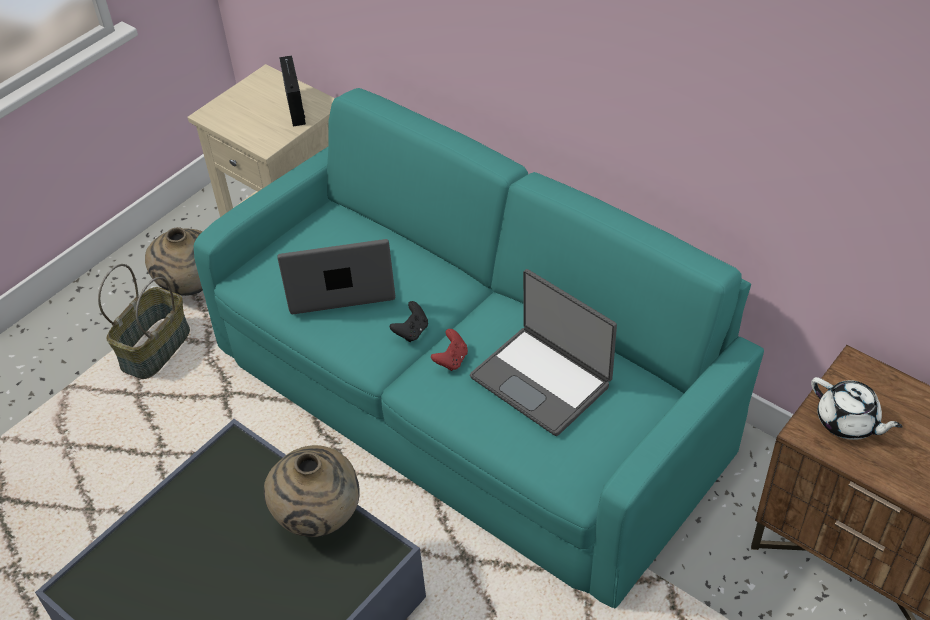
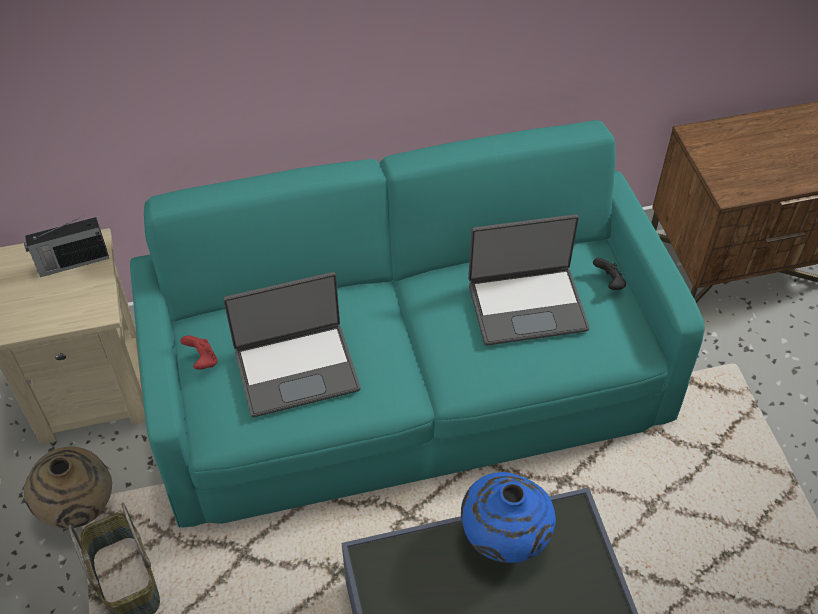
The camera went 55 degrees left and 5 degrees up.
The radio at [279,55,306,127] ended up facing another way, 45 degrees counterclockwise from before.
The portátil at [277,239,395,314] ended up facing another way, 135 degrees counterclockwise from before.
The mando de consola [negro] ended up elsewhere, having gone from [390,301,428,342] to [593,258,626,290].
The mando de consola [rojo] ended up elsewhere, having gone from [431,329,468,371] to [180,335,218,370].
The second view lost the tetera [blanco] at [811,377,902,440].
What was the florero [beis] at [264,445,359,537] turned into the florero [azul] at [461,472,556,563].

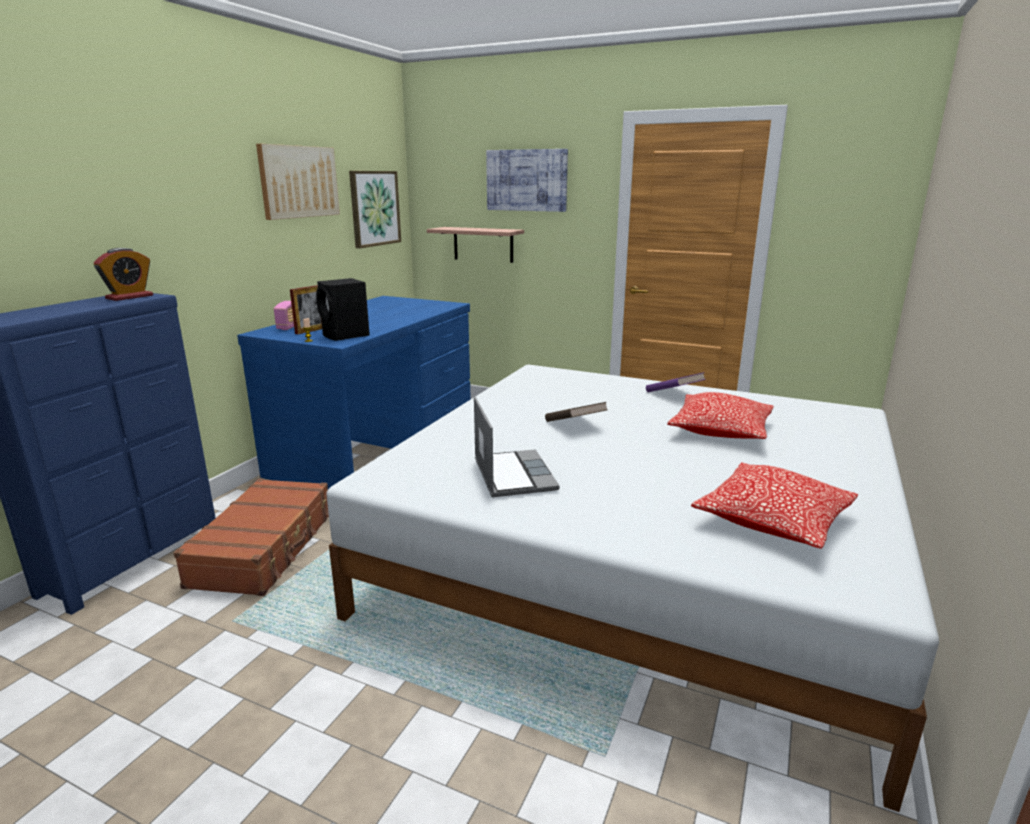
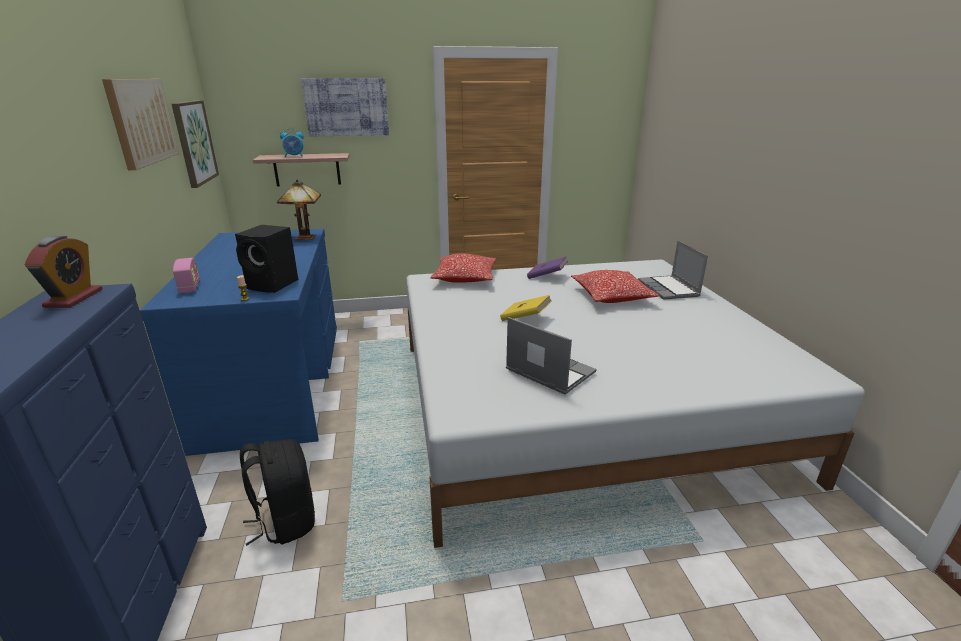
The camera went 35 degrees left and 5 degrees up.
The second view lost the portarretratos at [290,285,322,334].
What was the libro [marrón] at [545,402,607,422] turned into the libro [amarillo] at [500,295,552,321].
The cojín ended up elsewhere, having gone from [691,462,858,549] to [431,253,496,283].
Where the maleta [marrón] stood at [173,479,329,596], the mochila [negro] came to stand at [240,439,315,546].
The second view gained the despertador at [280,128,304,157].
The second view gained the lámpara de mesa at [277,180,321,240].
The second view gained the portátil at [638,240,708,300].

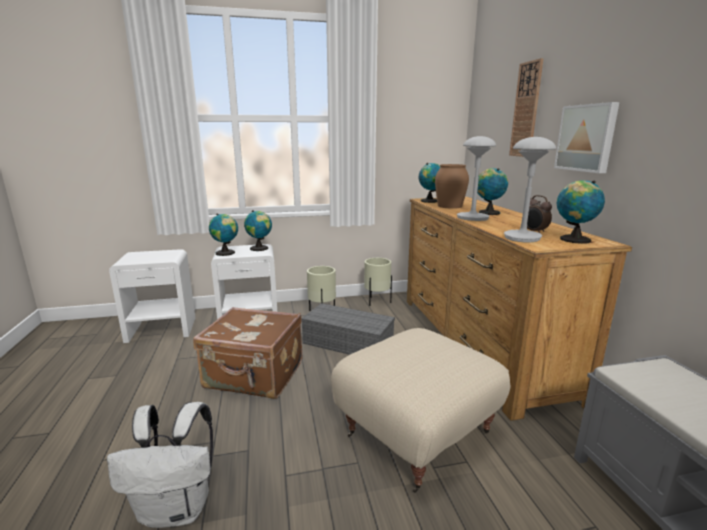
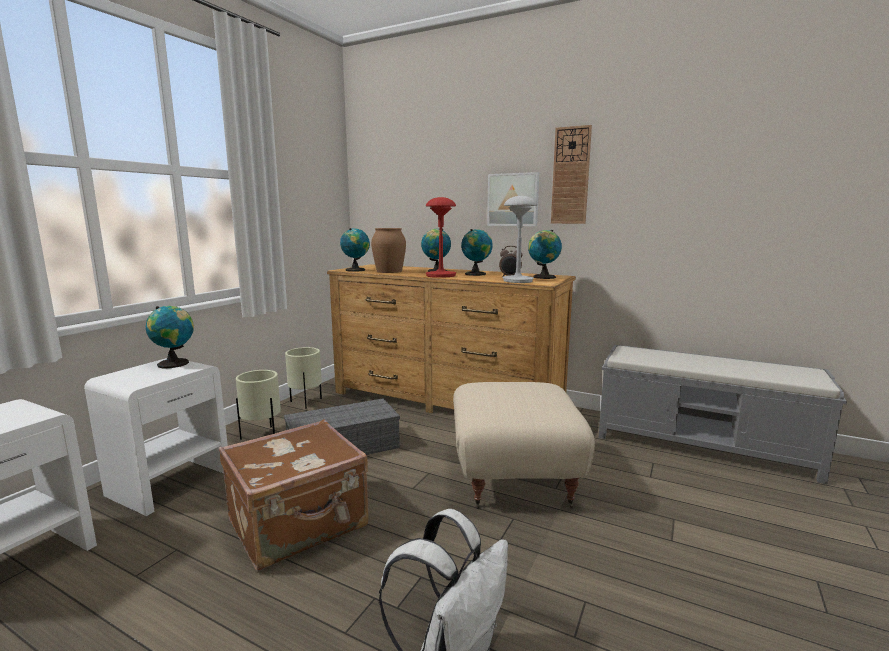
The camera went 50 degrees left and 5 degrees down.
The reloj de pared ended up elsewhere, having gone from [509,58,544,157] to [551,125,592,224].
What was the lámpara de mesa [gris] at [457,136,496,221] turned into the lámpara de mesa [rojo] at [426,197,456,278].
The globo terráqueo ended up elsewhere, having gone from [209,214,238,256] to [461,229,493,276].

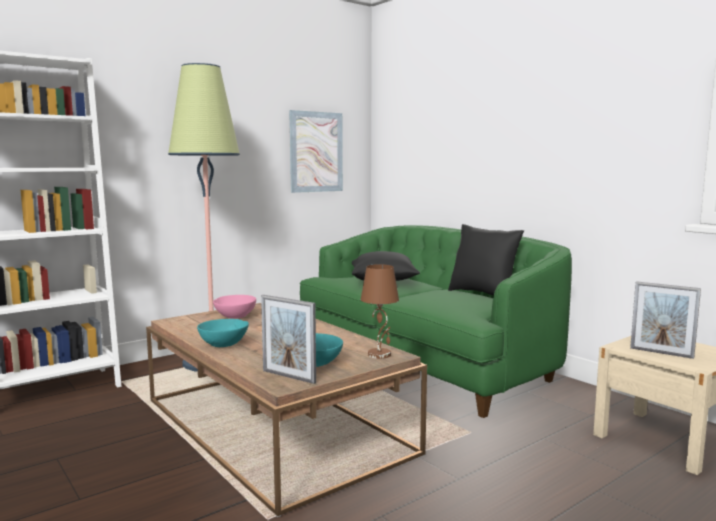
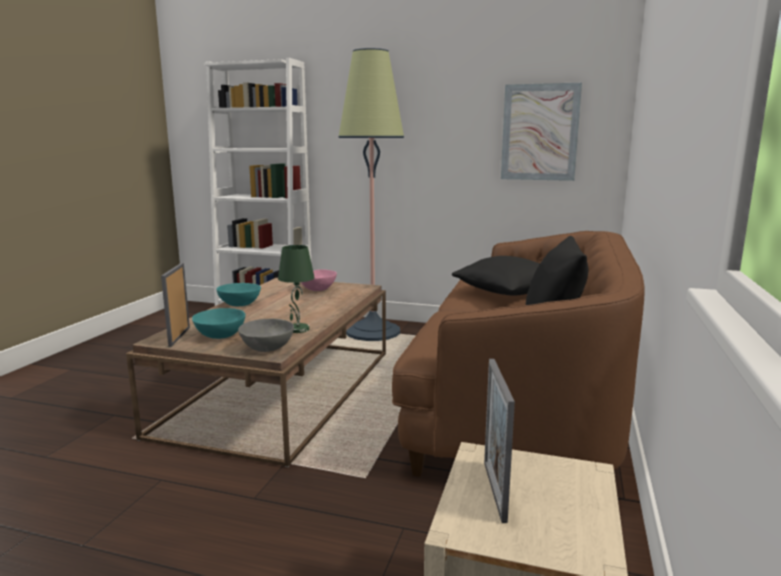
The camera went 55 degrees right and 5 degrees up.
What was the sofá [verde] at [300,225,572,418] turned into the sofá [marrón] at [392,231,644,477].
Where the lámpara de mesa [marrón] stood at [361,264,399,359], the cuenco [gris] came to stand at [238,319,294,352].
The second view gained the lámpara de mesa [verde] at [278,245,315,333].

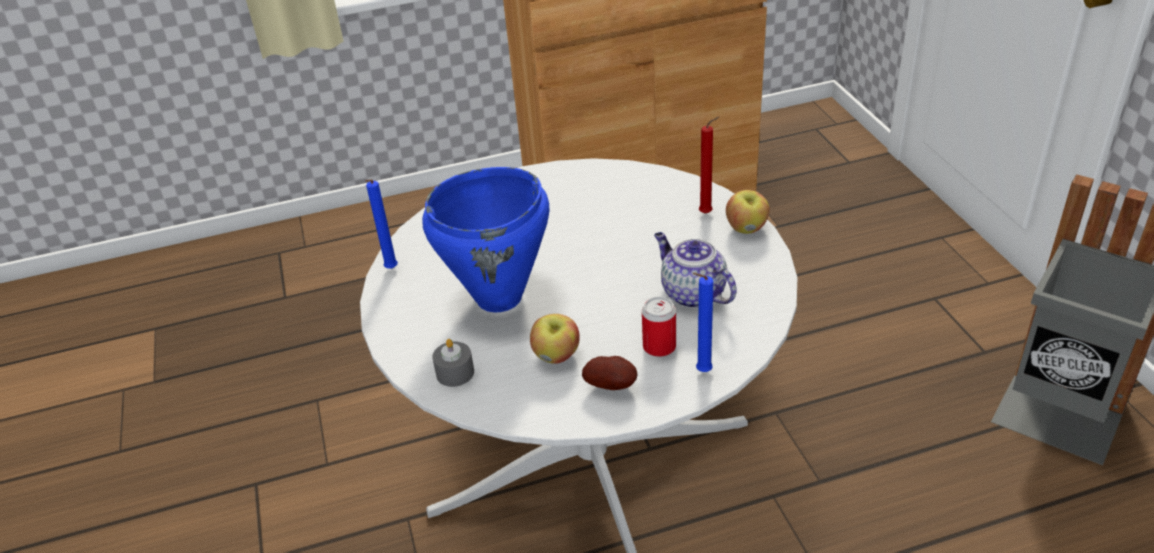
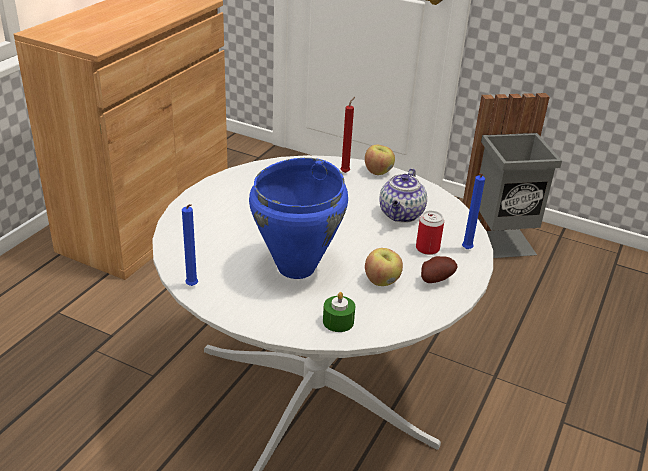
The camera went 50 degrees left and 5 degrees down.
The tetera at [654,232,737,308] ended up facing another way, 75 degrees counterclockwise from before.
What was the vela [gris] at [432,339,474,387] turned into the vela [verde] at [323,292,355,332].

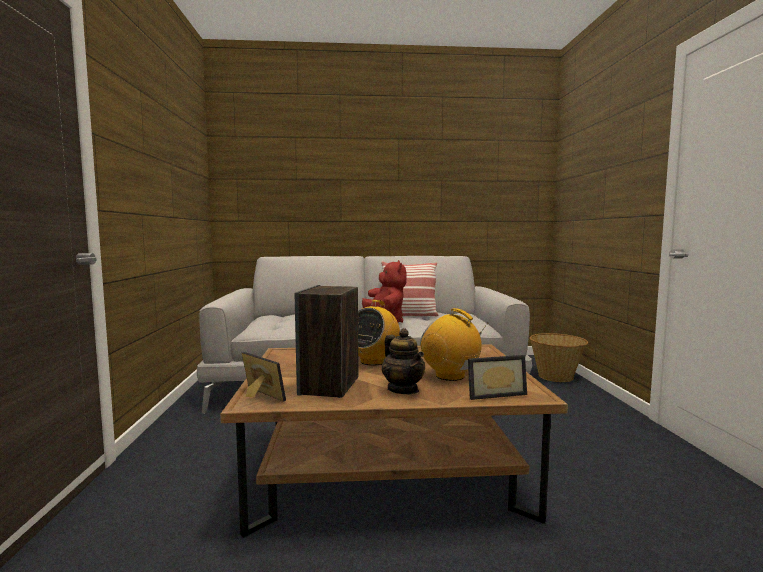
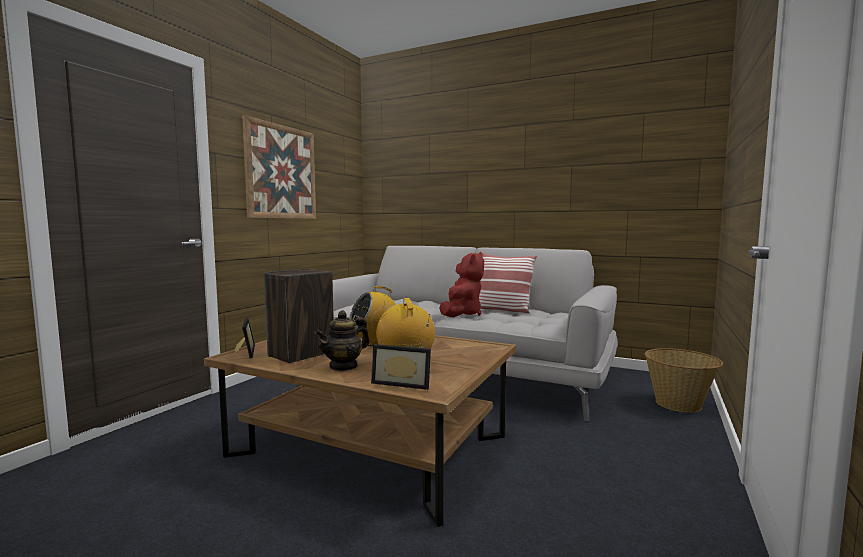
The camera went 30 degrees right and 0 degrees up.
The tetera at [382,328,425,394] ended up facing another way, 45 degrees clockwise from before.
The second view gained the cuadro at [242,115,316,219].

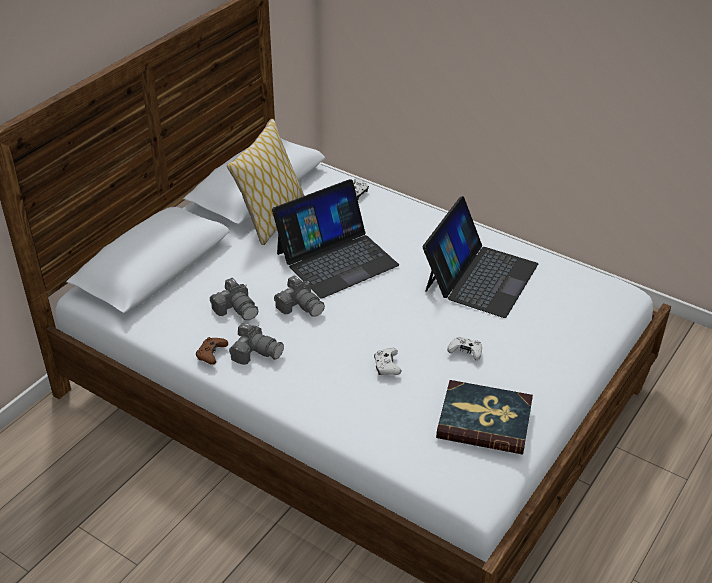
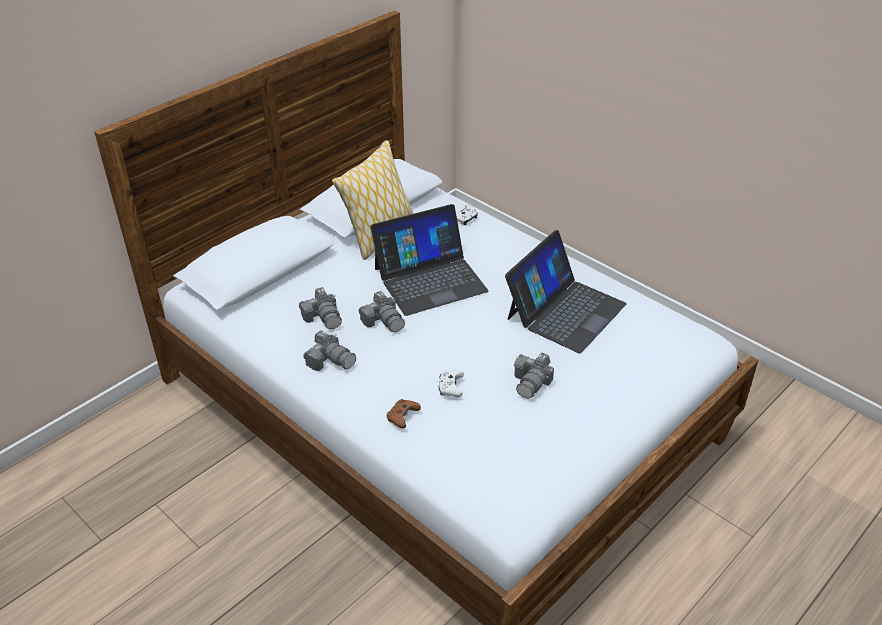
The camera went 10 degrees right and 0 degrees up.
The mando de consola [marrón] ended up elsewhere, having gone from [196,337,228,365] to [387,399,421,429].
Where the mando de consola [blanco] stood at [447,337,482,360], the cámara came to stand at [514,352,554,399].
The second view lost the libro at [436,380,533,455].

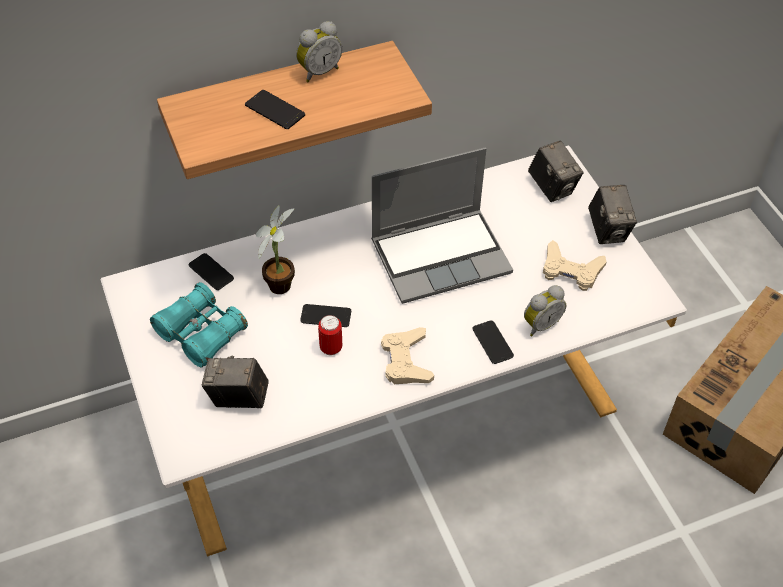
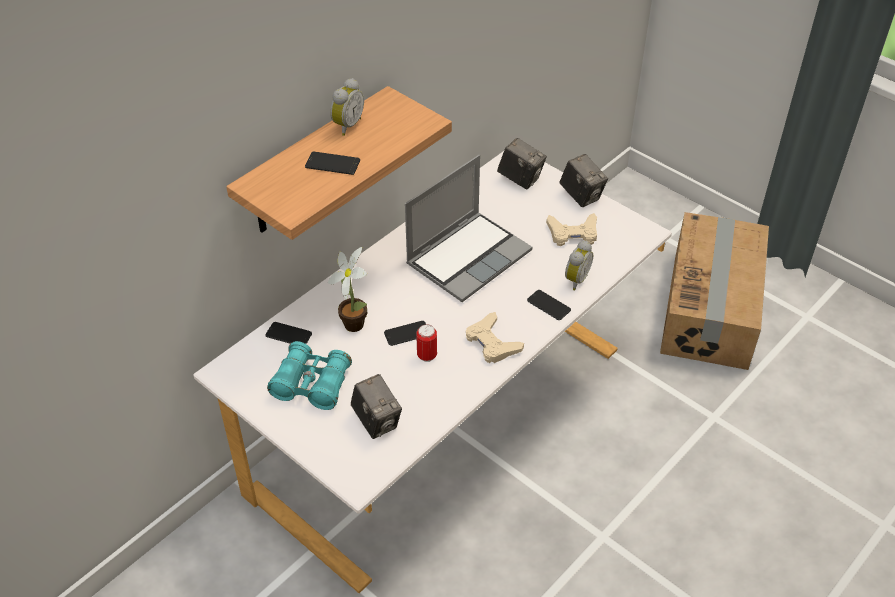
The camera went 25 degrees left and 5 degrees down.
The cámara at [202,356,269,408] ended up facing another way, 105 degrees counterclockwise from before.

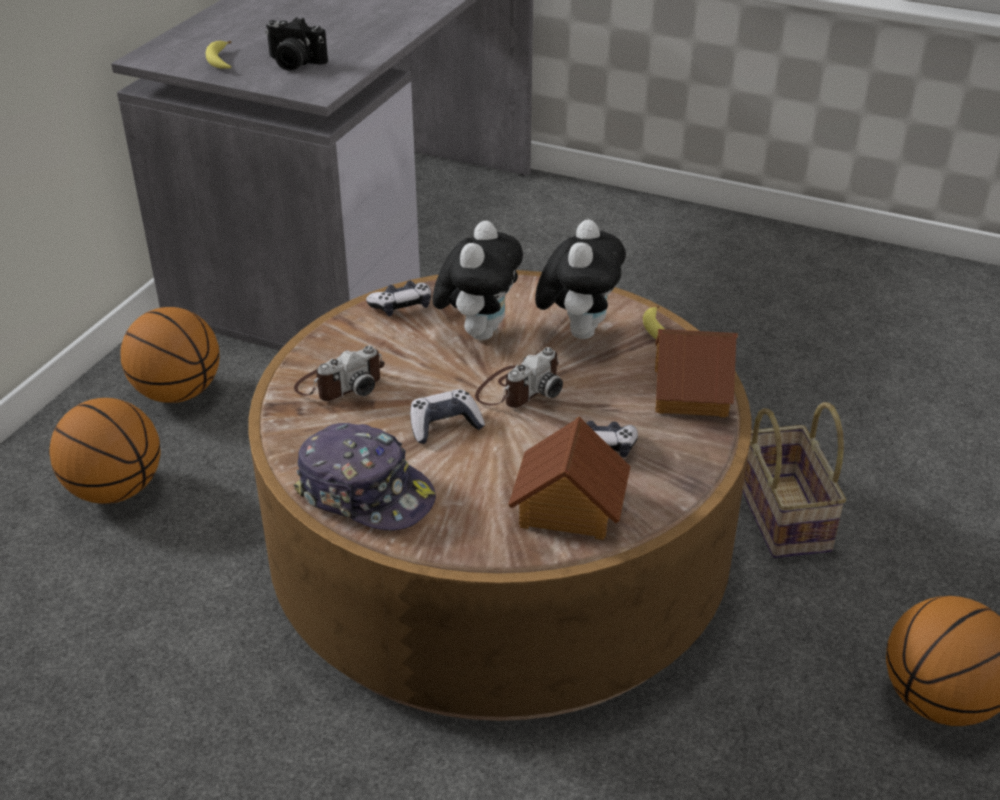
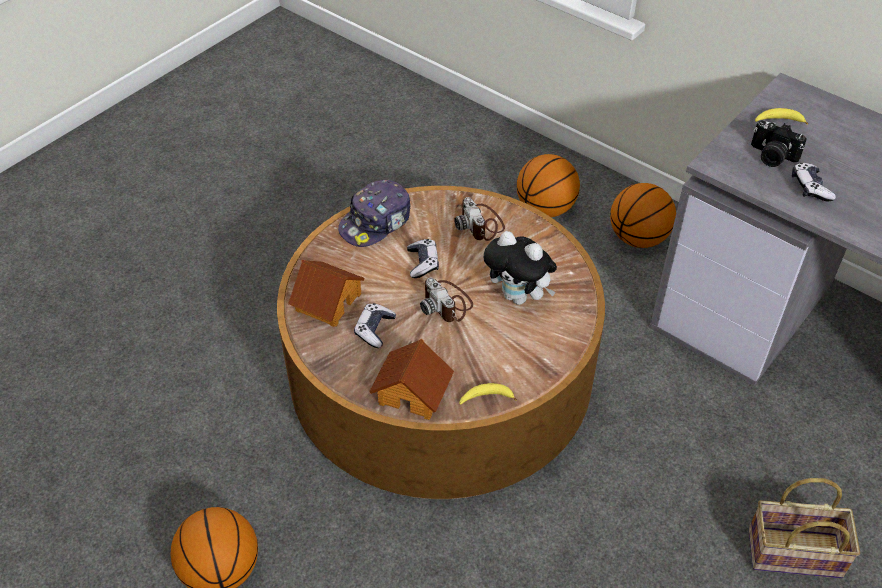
The camera went 105 degrees right and 10 degrees up.
The cámara at [265,17,328,71] ended up facing another way, 90 degrees counterclockwise from before.
The second view lost the peluche at [535,220,626,339].
The mando de consola ended up elsewhere, having gone from [366,281,431,316] to [792,163,836,202].
The cesta ended up elsewhere, having gone from [742,402,846,558] to [749,478,860,578].

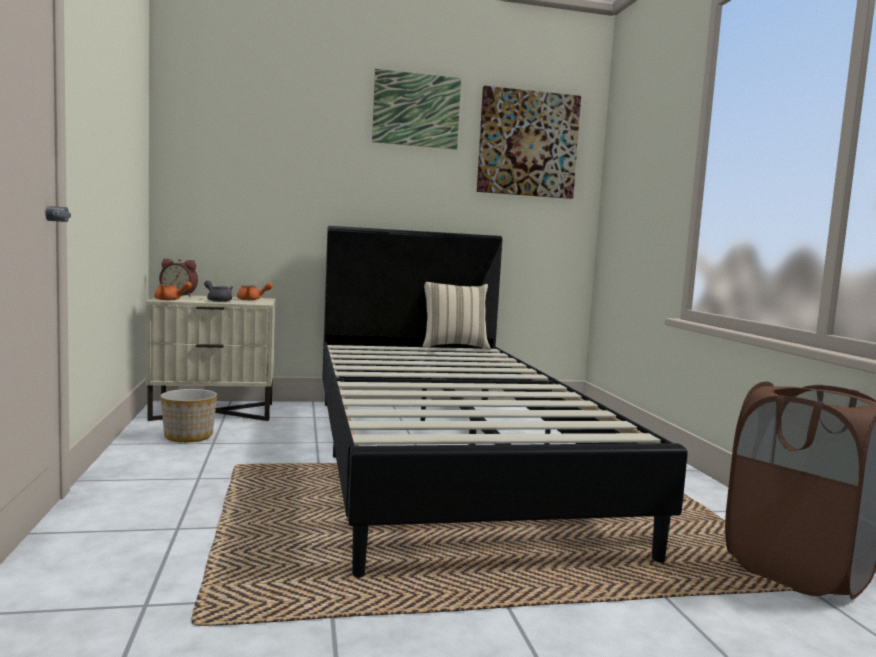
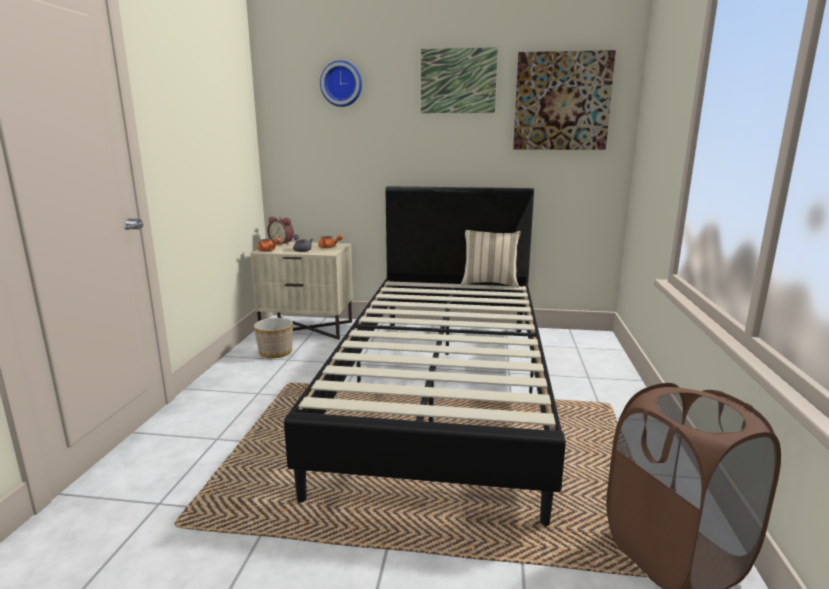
The camera went 20 degrees right and 10 degrees up.
The second view gained the reloj de pared at [320,60,362,107].

